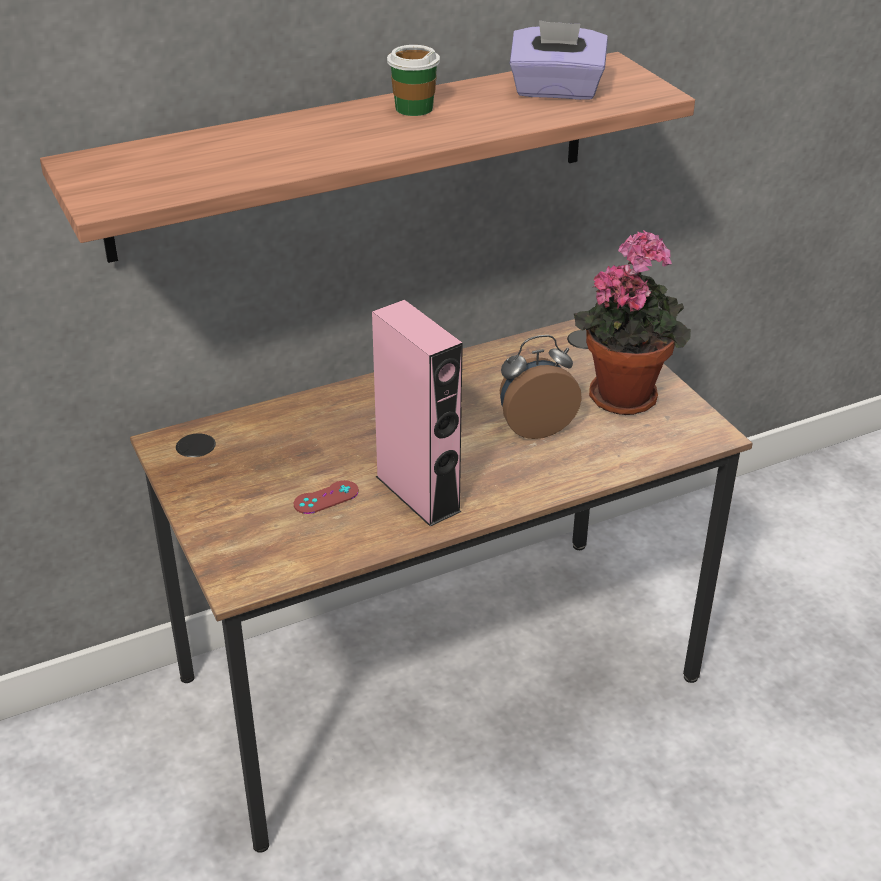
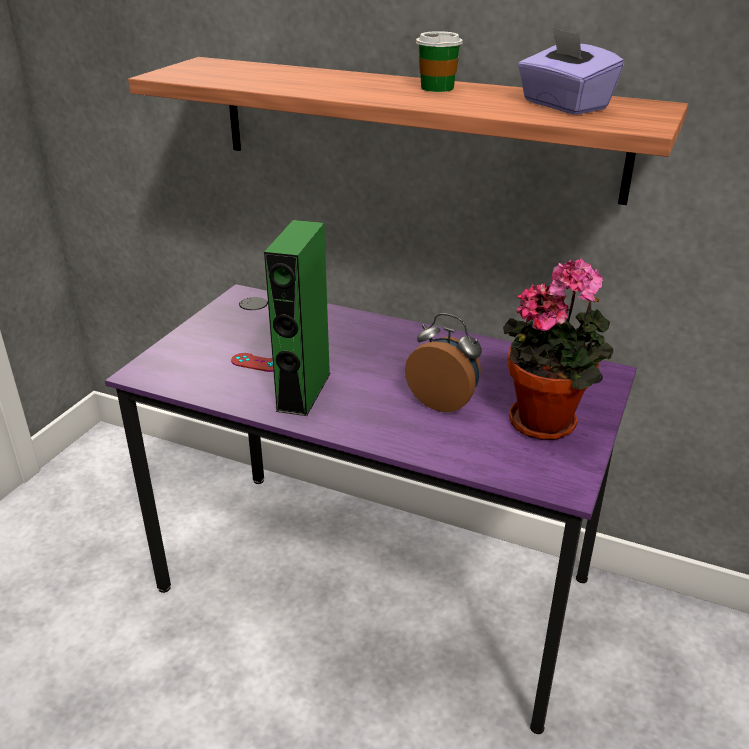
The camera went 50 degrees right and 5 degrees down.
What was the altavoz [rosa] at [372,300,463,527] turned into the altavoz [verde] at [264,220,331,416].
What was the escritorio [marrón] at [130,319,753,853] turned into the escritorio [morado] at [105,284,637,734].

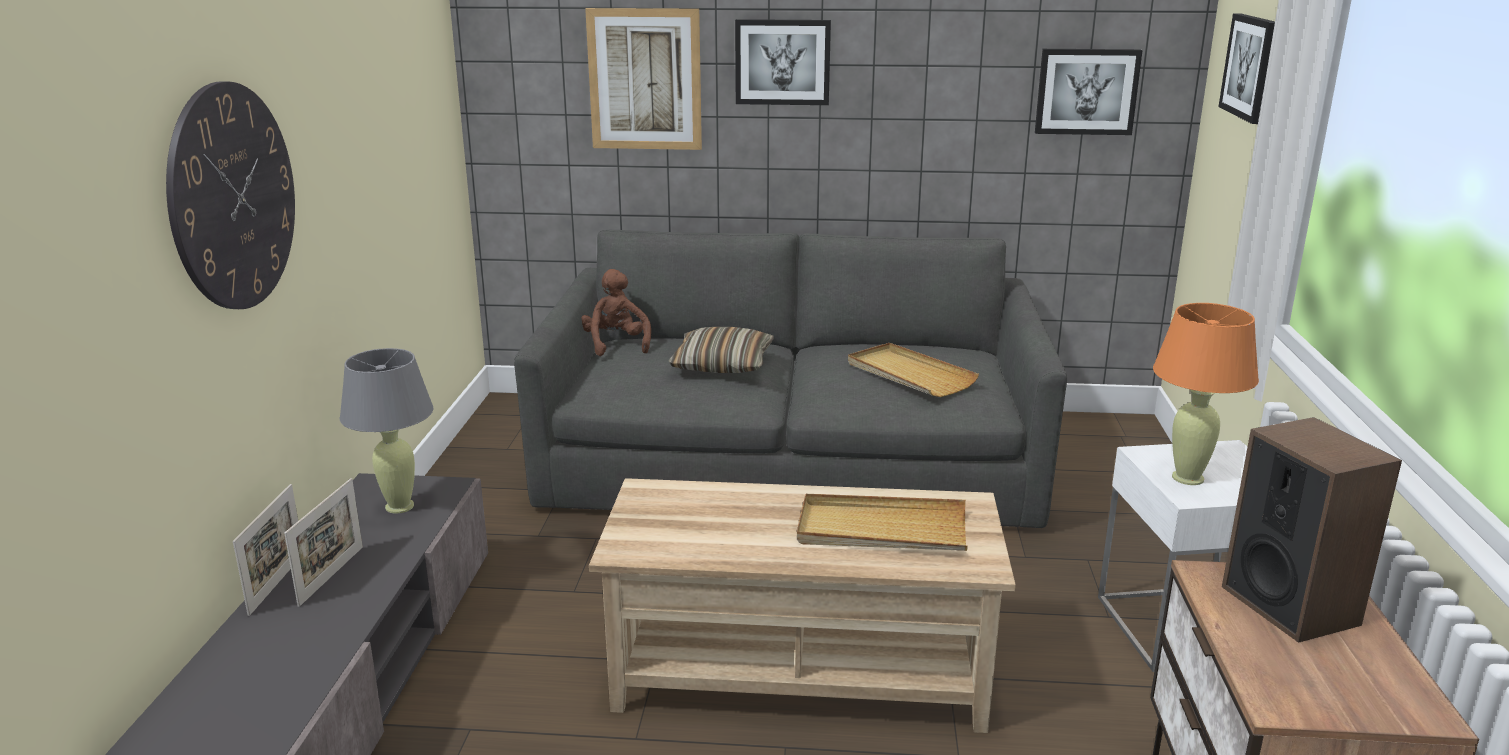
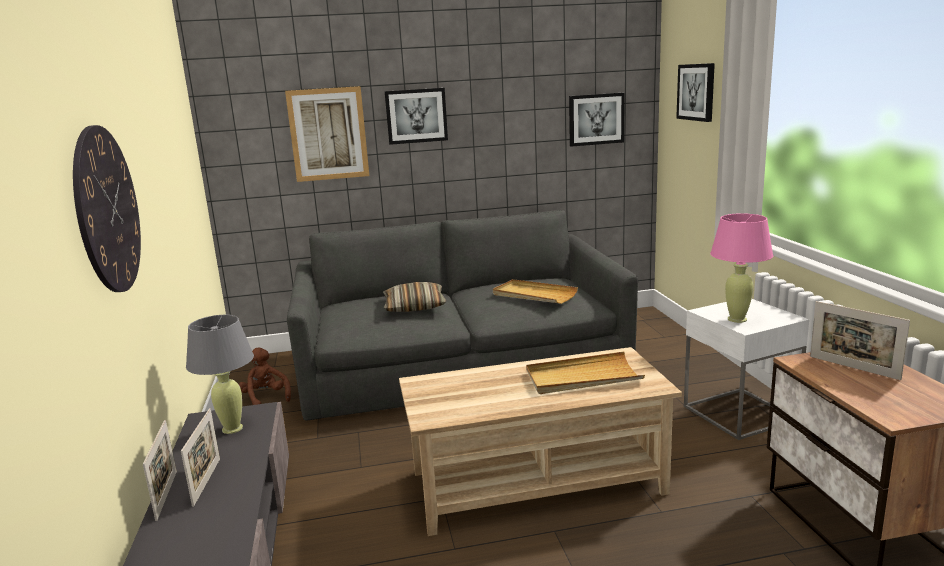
The camera went 15 degrees left and 5 degrees down.
The peluche [marrón] ended up elsewhere, having gone from [582,269,651,356] to [239,348,291,405].
What was the lámpara de mesa [naranja] at [1153,303,1259,485] turned into the lámpara de mesa [rosa] at [710,214,773,323].
Where the altavoz stood at [1222,417,1402,643], the portarretratos came to stand at [810,301,910,380].

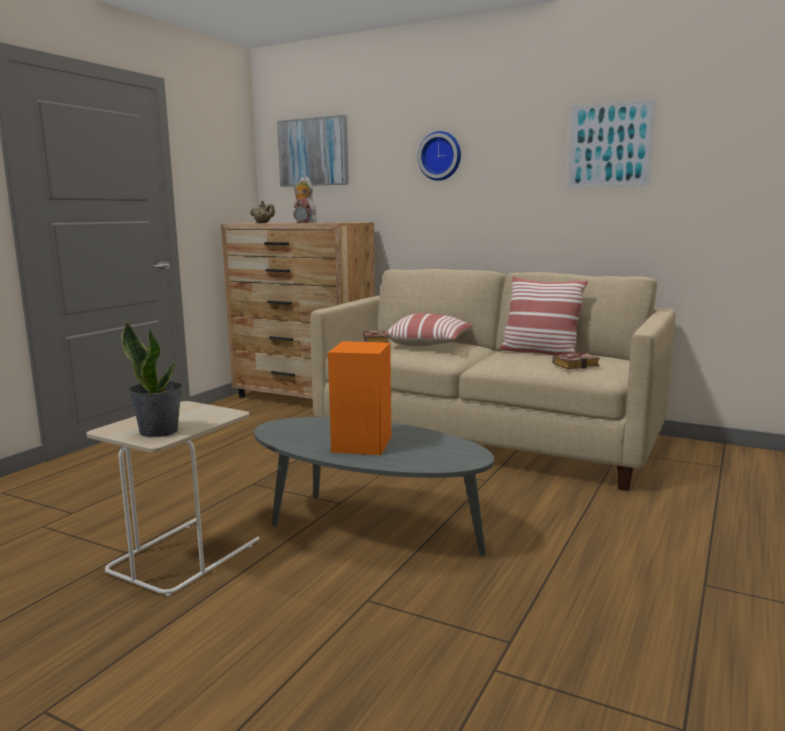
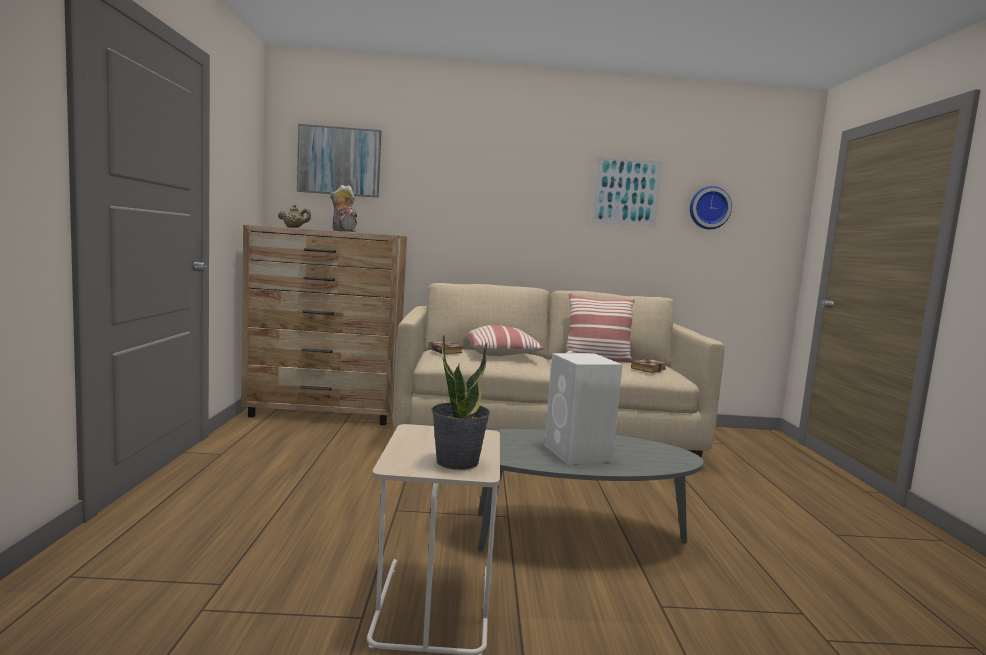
The camera went 30 degrees left and 5 degrees down.
The reloj de pared ended up elsewhere, having gone from [418,131,461,181] to [690,186,732,229].
What was the altavoz [naranja] at [328,341,391,455] turned into the altavoz [blanco] at [544,353,623,465].

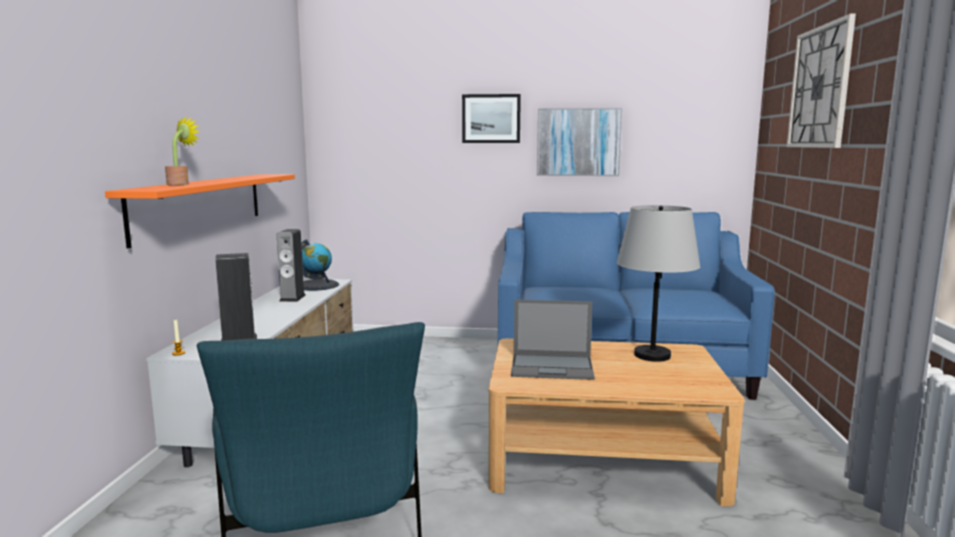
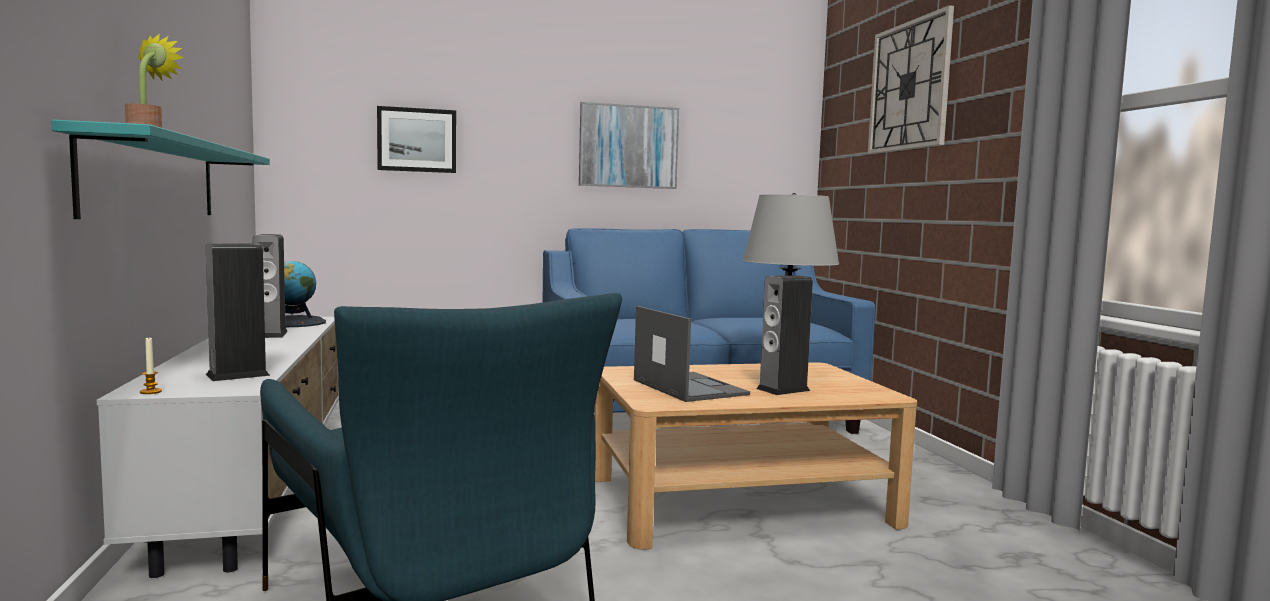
The camera went 20 degrees left and 5 degrees down.
The cuadro ended up elsewhere, having gone from [462,94,521,143] to [377,106,456,173].
What was the estante [naranja] at [105,174,295,248] turned into the estante [turquesa] at [52,120,270,219].
The portátil at [511,299,595,380] ended up facing another way, 105 degrees counterclockwise from before.
The second view gained the altavoz at [756,275,813,395].

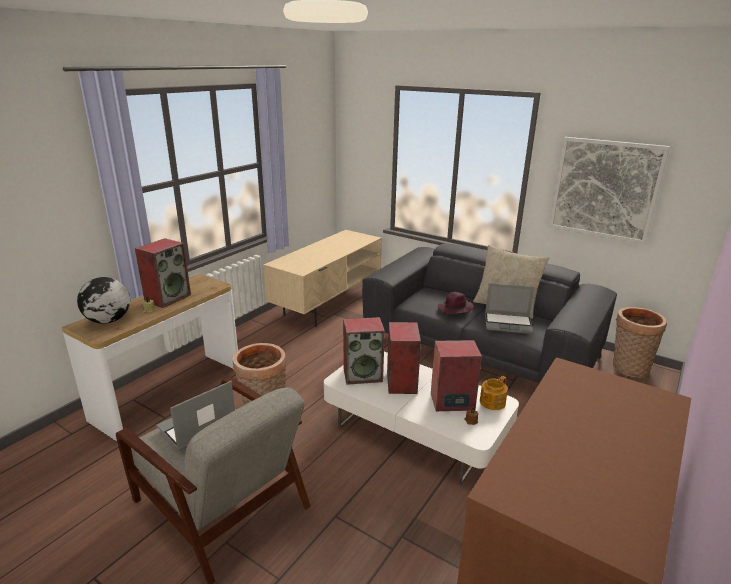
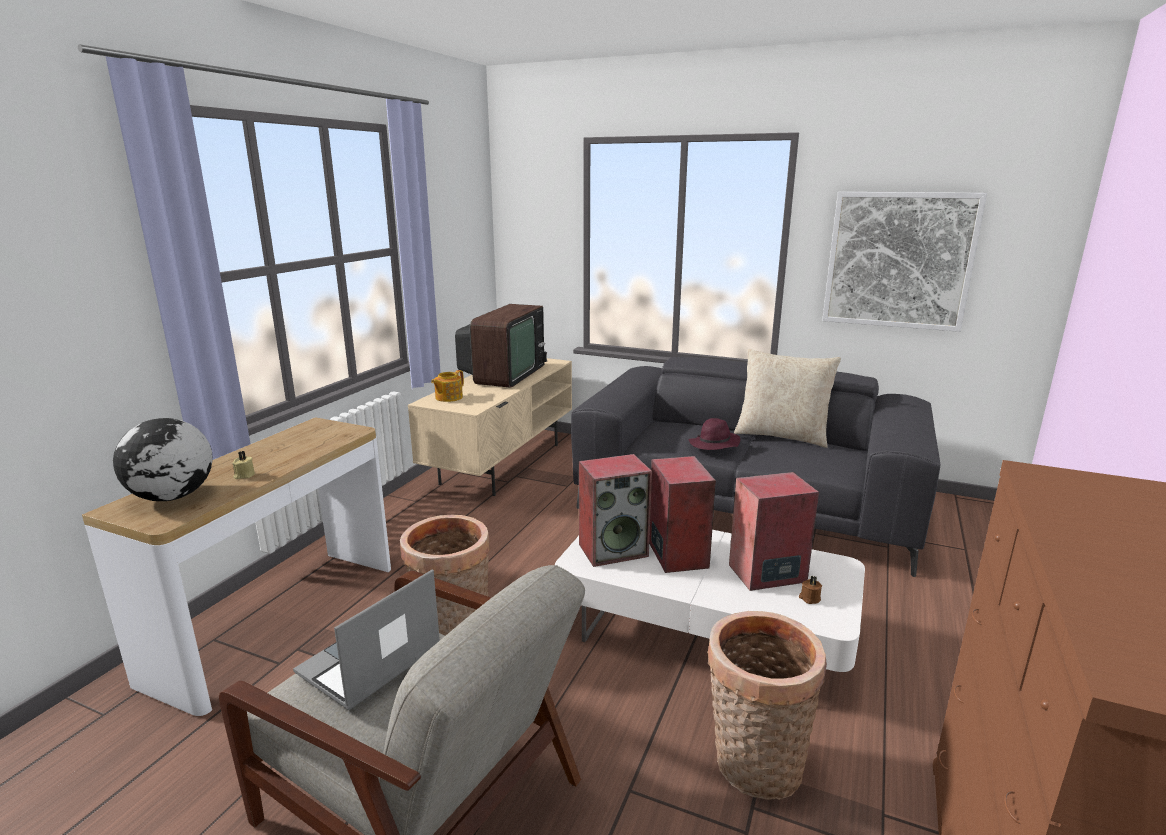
The camera went 10 degrees left and 5 degrees down.
The second view lost the altavoz at [135,238,191,308].
The second view lost the portátil at [485,283,535,334].
The cesta ended up elsewhere, having gone from [613,307,667,378] to [707,611,827,800].
The tetera ended up elsewhere, having gone from [480,376,508,410] to [431,370,464,402].
The second view gained the televisor at [455,304,548,388].

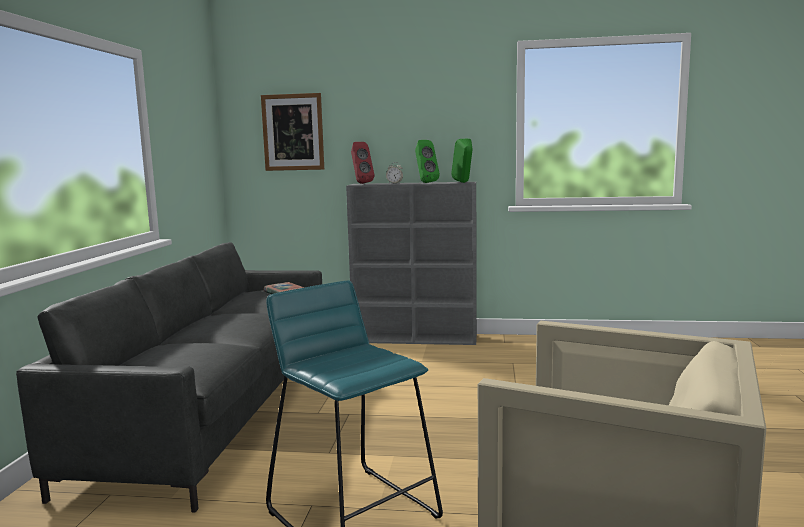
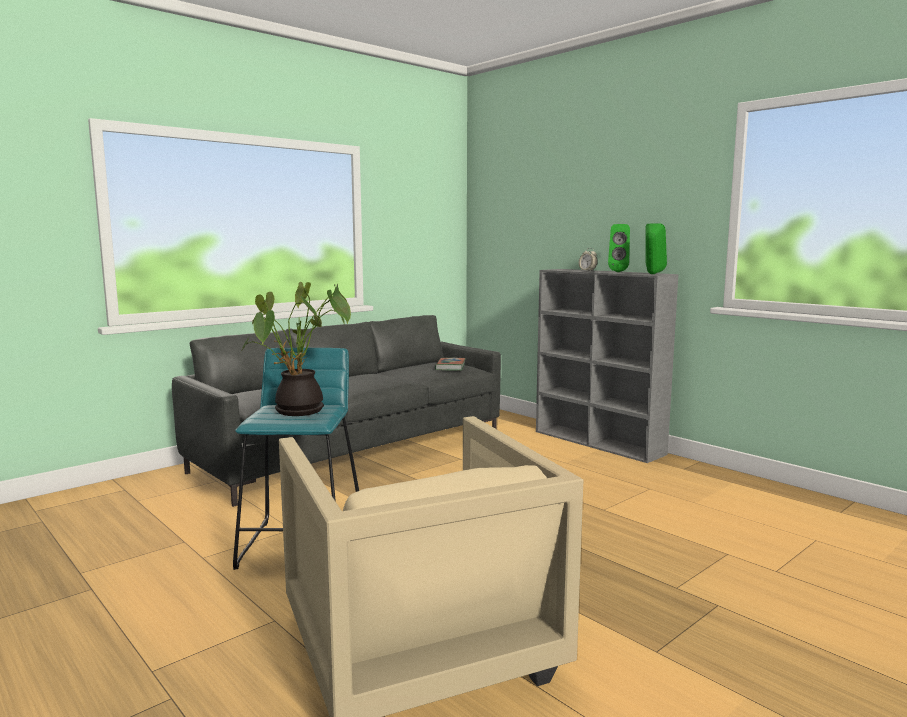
The camera went 40 degrees right and 0 degrees up.
The second view lost the cuadro at [261,93,324,171].
The second view lost the altavoz [rojo] at [351,142,375,184].
The second view gained the planta en maceta at [241,282,351,416].

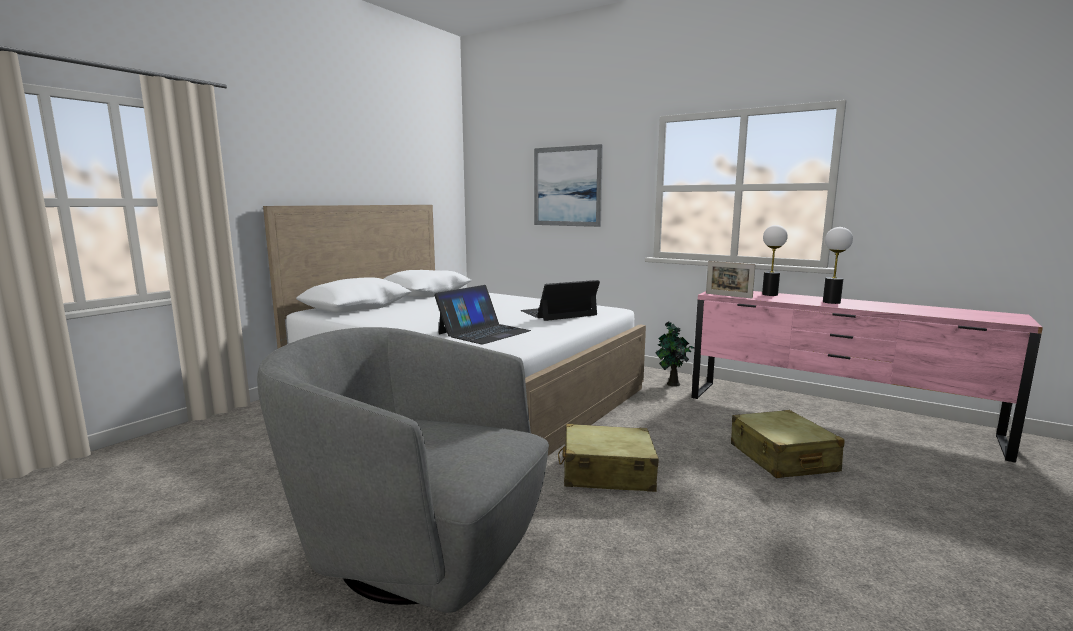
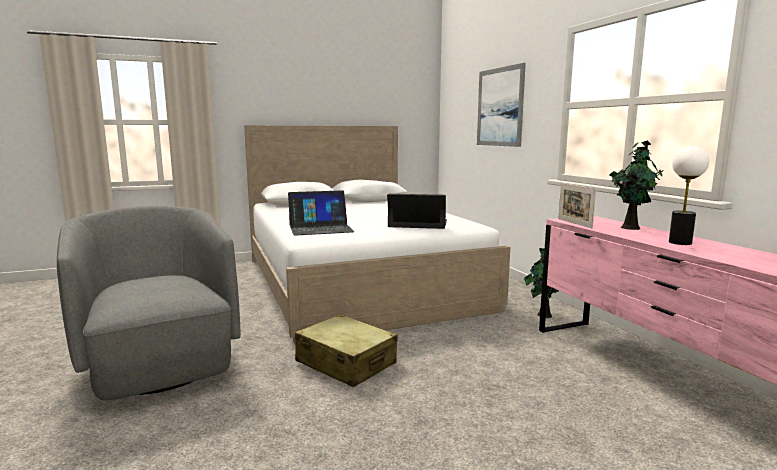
The camera went 35 degrees right and 0 degrees up.
Where the lámpara de mesa stood at [762,225,788,296], the planta en maceta came to stand at [609,140,663,230].
The second view lost the maleta [beis] at [731,410,845,478].

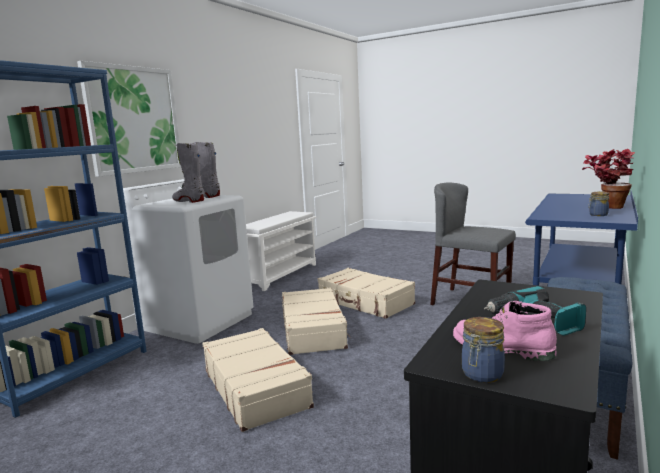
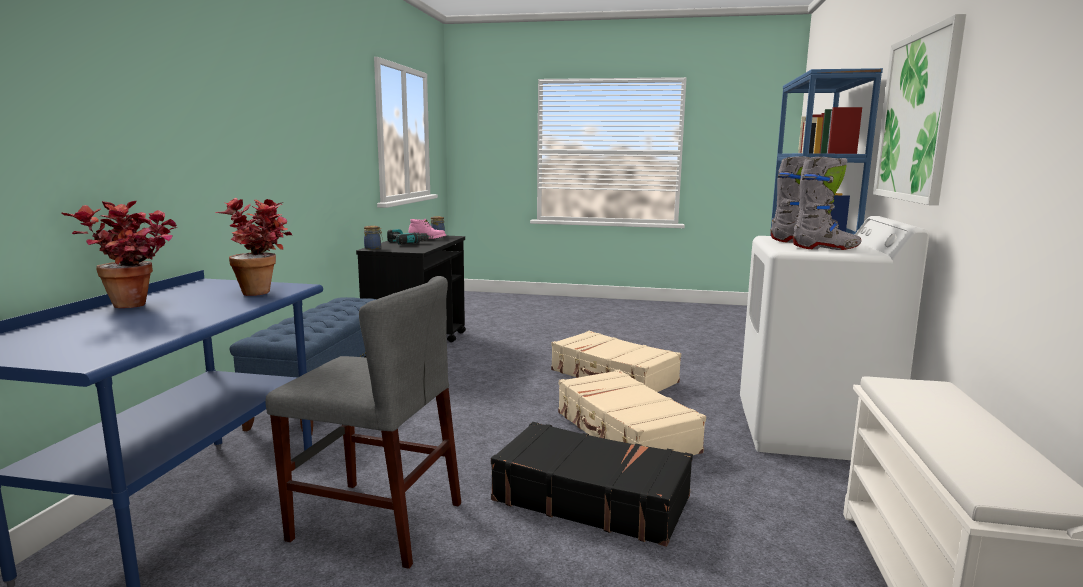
The camera went 160 degrees right and 0 degrees up.
The tarro ended up elsewhere, having gone from [588,191,609,216] to [364,225,383,249].
What was the maleta [beis] at [318,268,415,319] turned into the maleta [negro] at [491,422,693,547].
The second view gained the planta en maceta at [215,198,292,296].

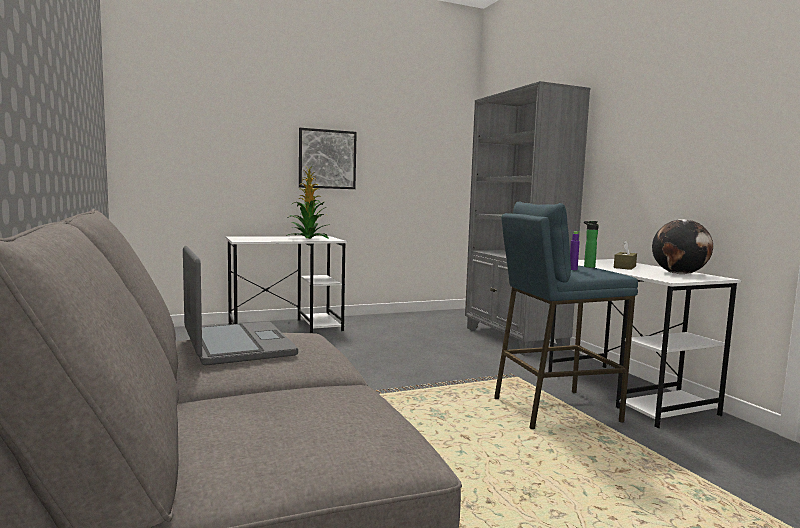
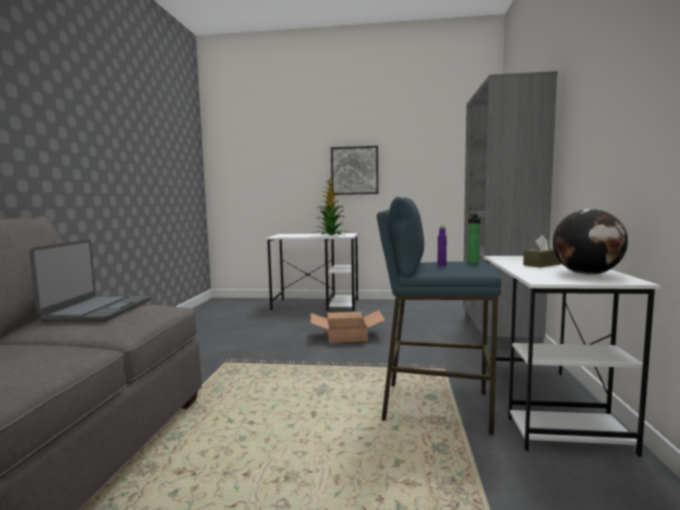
The camera went 30 degrees right and 0 degrees up.
The second view gained the caja de cartón at [311,310,385,343].

